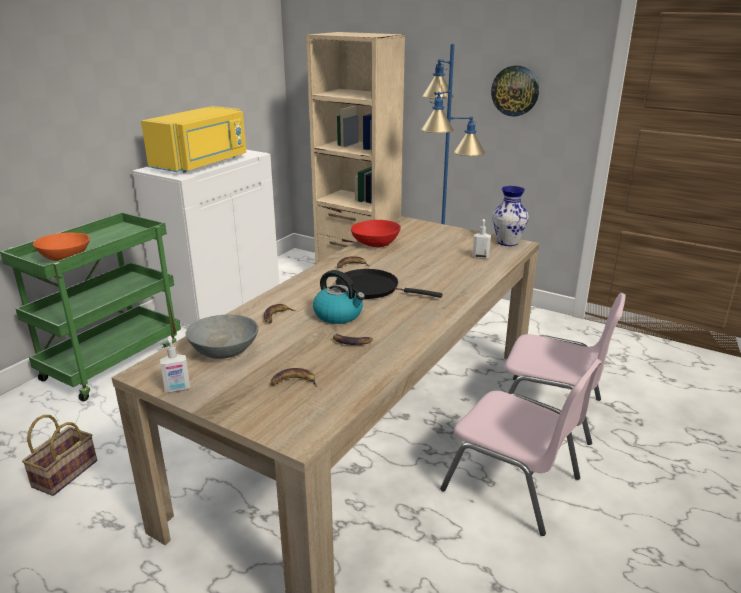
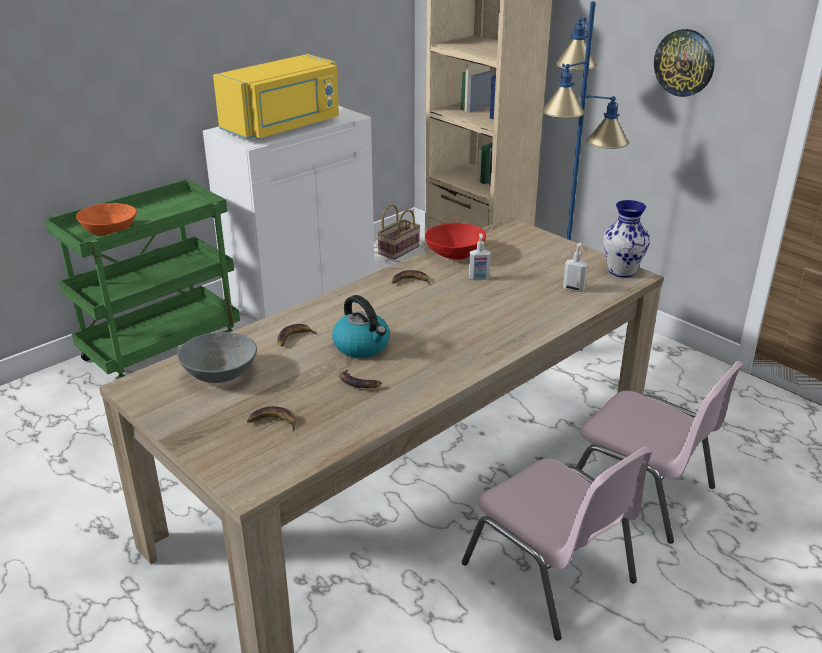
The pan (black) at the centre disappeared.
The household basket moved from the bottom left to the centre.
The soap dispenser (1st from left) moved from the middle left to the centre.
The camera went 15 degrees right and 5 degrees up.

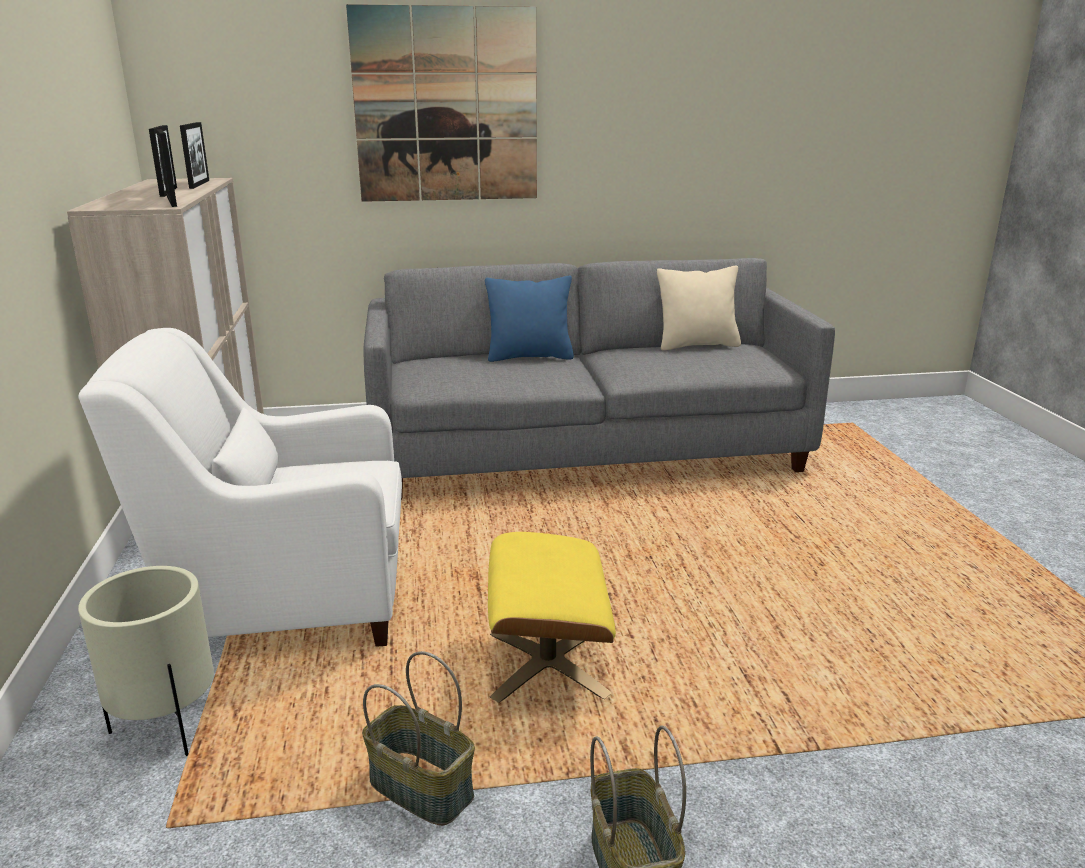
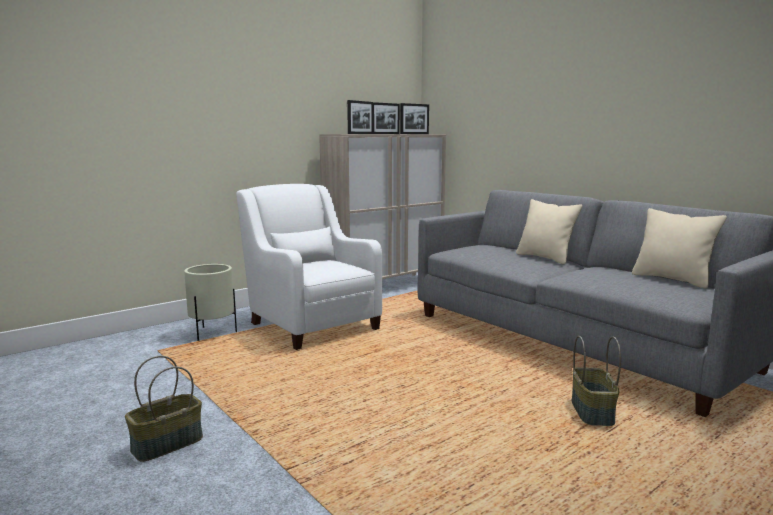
The wall picture at the top centre disappeared.
The ottoman (yellow) at the bottom centre disappeared.
The household basket (1st from left in the first image) moved from the bottom centre to the bottom right.
The pillow (blue-coloured) at the centre became the pillow (beige-coloured) (1st from left) at the middle right.
The camera went 60 degrees right and 10 degrees down.

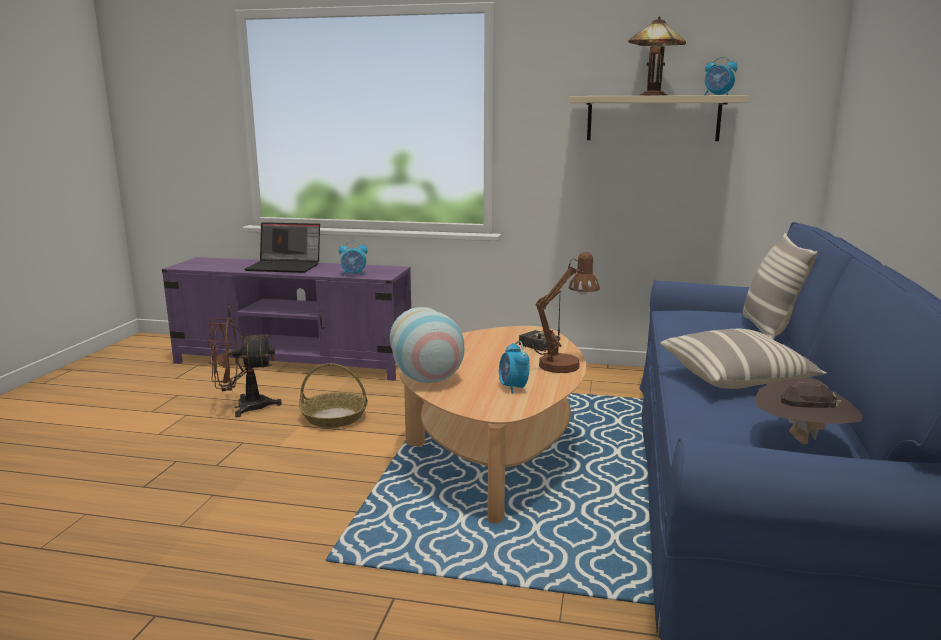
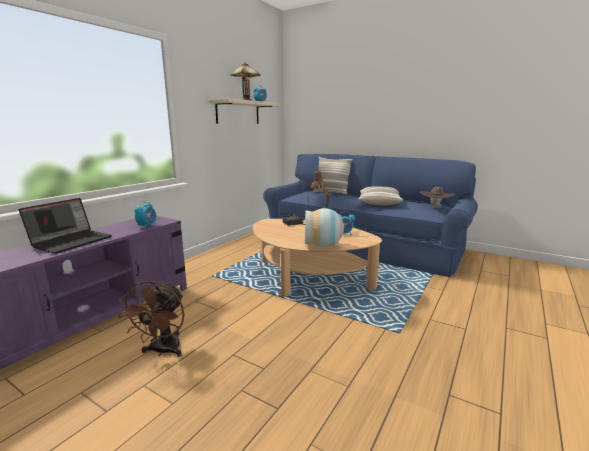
The household basket at the centre disappeared.
The camera went 70 degrees left and 0 degrees up.

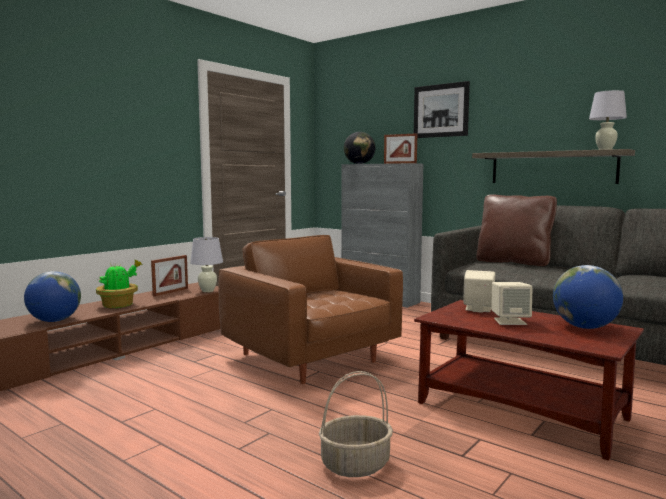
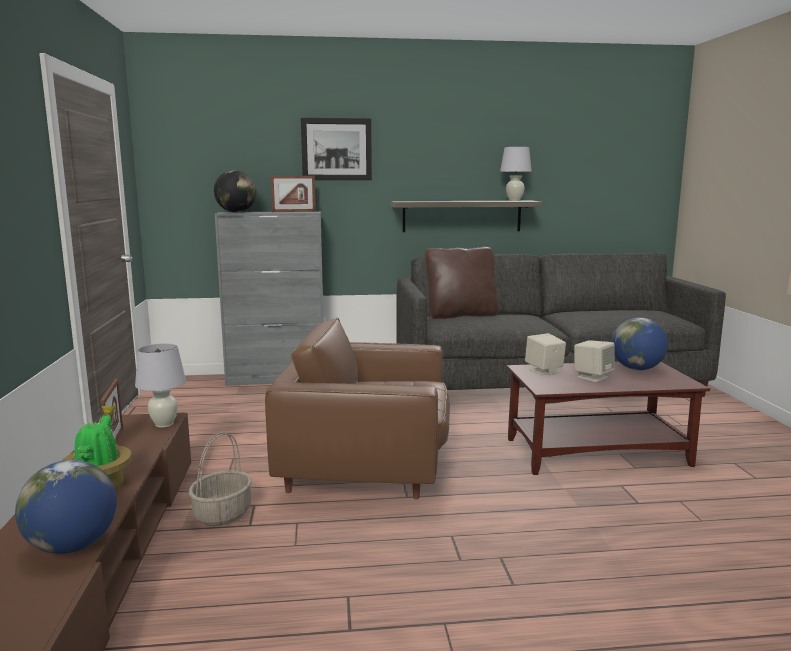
The household basket moved from the bottom centre to the bottom left.
The camera went 45 degrees left and 5 degrees up.

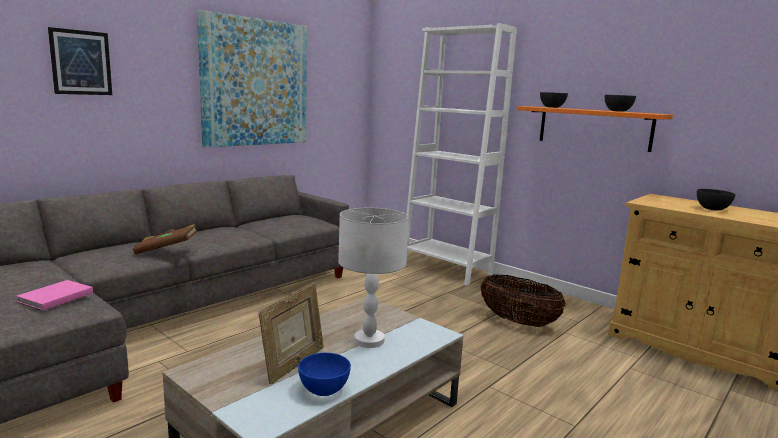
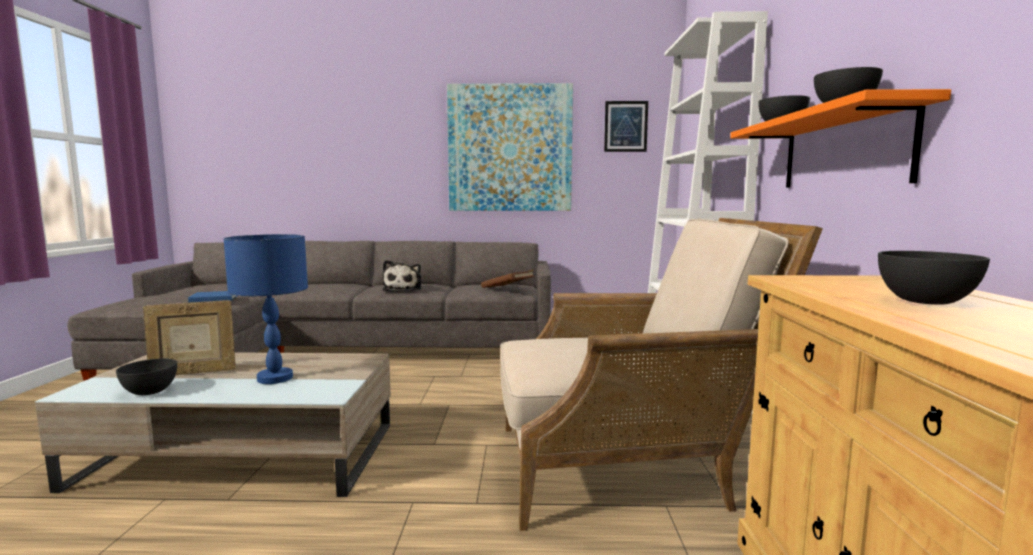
The cuddly toy at the centre appeared.
The wall picture (1st from left in the first image) moved from the top left to the top centre.
The bound book (brown) moved from the middle left to the centre.
The household basket at the bottom right was replaced by the lounge chair (beige-coloured) at the bottom centre.
The bound book (pink-coloured) at the bottom left became the bound book (blue-coloured) at the middle left.
The serving bowl (blue-coloured) at the bottom centre became the serving bowl (grey) (1st from left) at the bottom left.
The tabletop lamp (white-coloured) at the centre became the tabletop lamp (blue-coloured) at the middle left.
The camera went 50 degrees right and 5 degrees down.

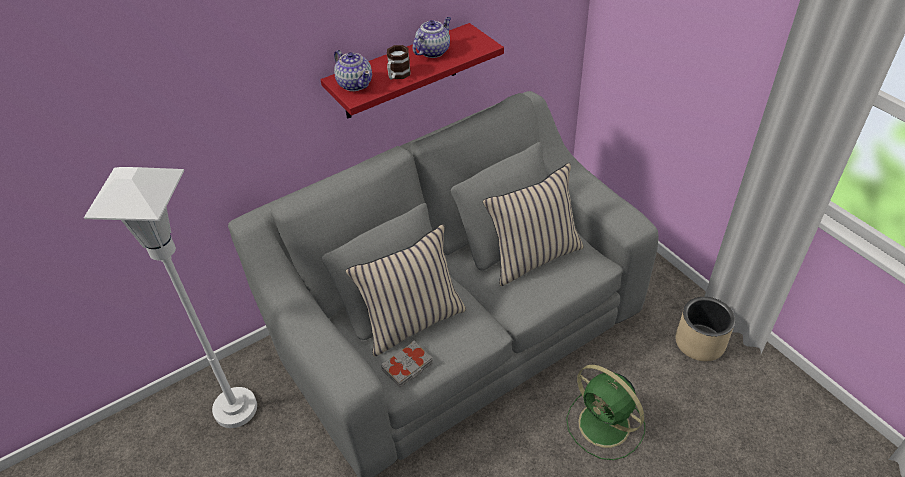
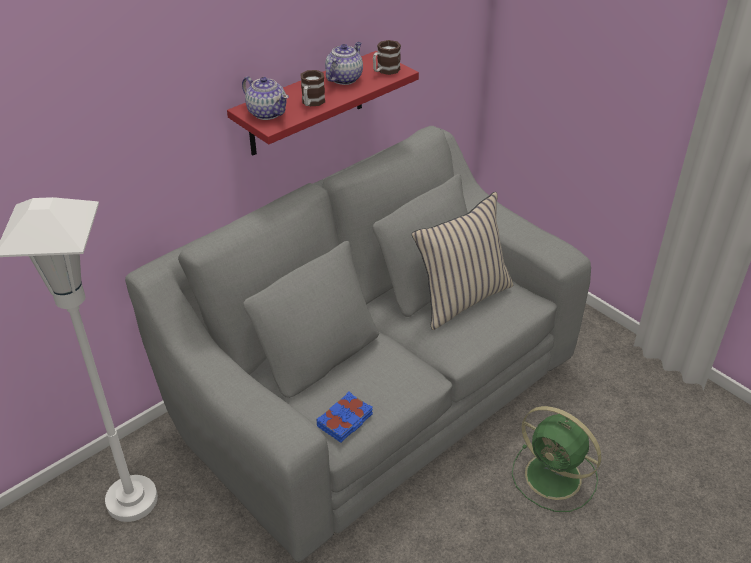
The pillow (beige-coloured) (1st from left) at the centre disappeared.
The planter (beige-coloured) at the bottom right disappeared.
The mug (2nd from left) at the top centre appeared.
The bound book (grey) at the bottom centre became the bound book (blue-coloured) at the bottom centre.
The camera went 10 degrees left and 5 degrees down.

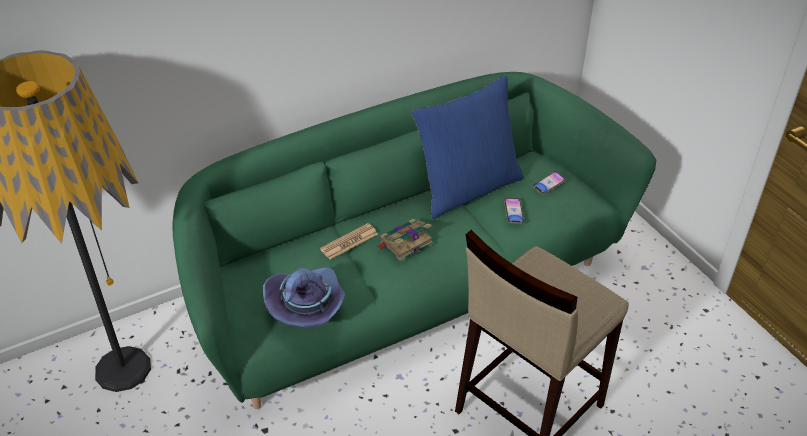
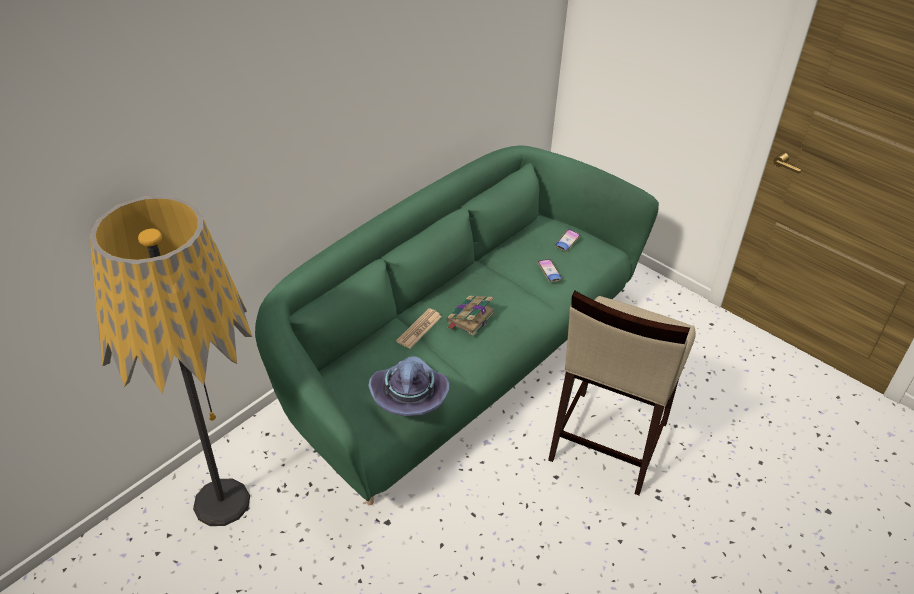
The pillow (blue-coloured) at the centre disappeared.
The camera went 20 degrees left and 0 degrees up.

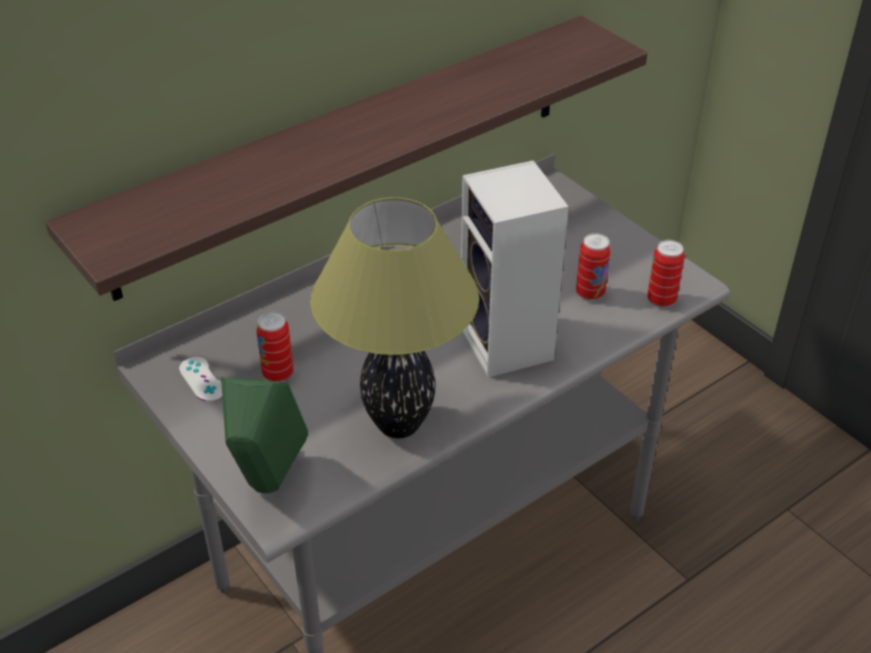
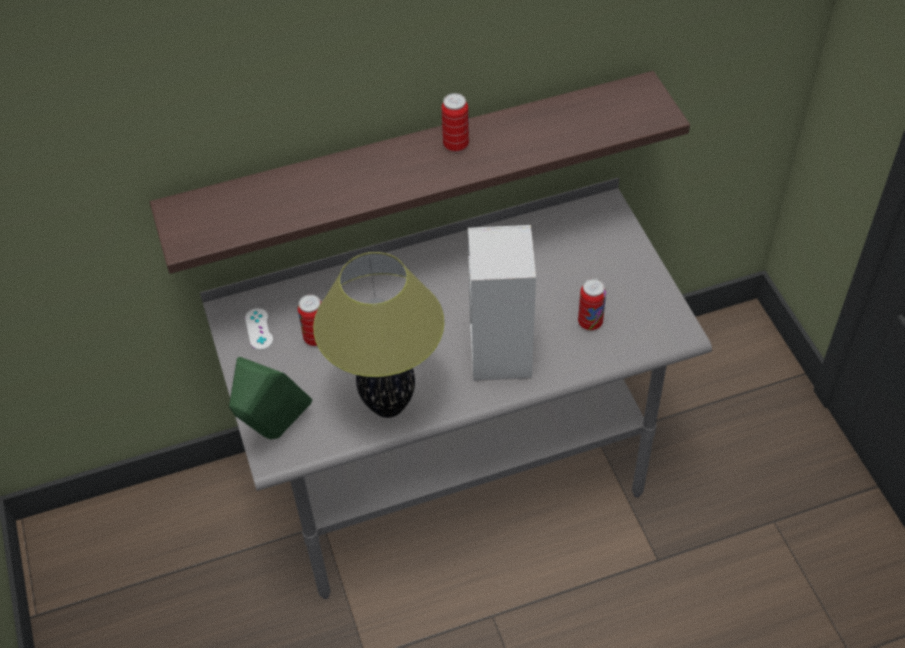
The metal can (3rd from left in the first image) moved from the middle right to the top centre.
The camera went 20 degrees right and 10 degrees up.

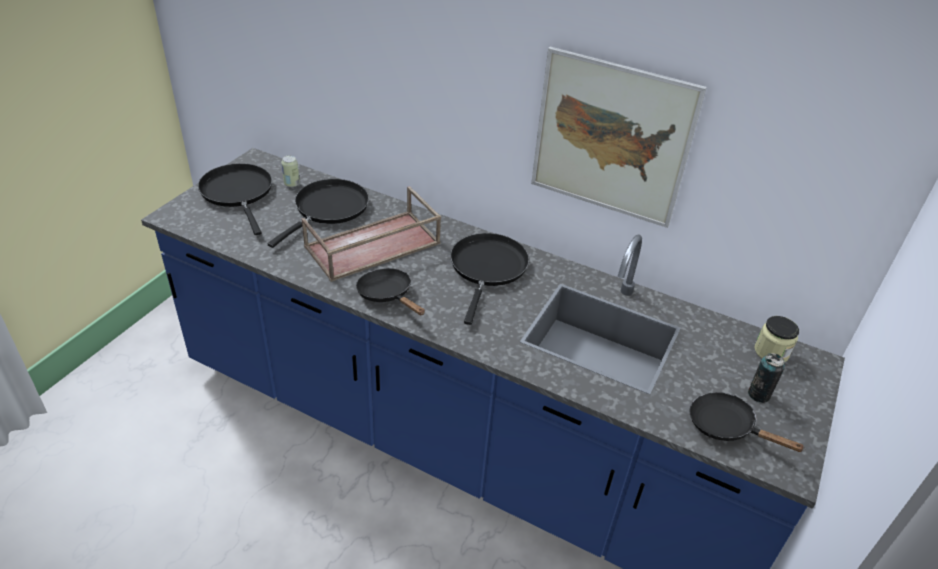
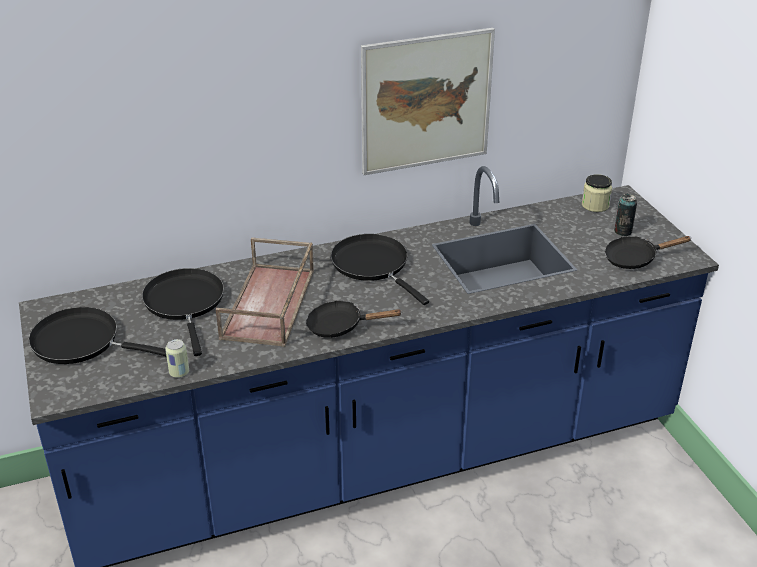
The metal can (1st from left) moved from the top left to the middle left.
The camera went 45 degrees left and 5 degrees down.

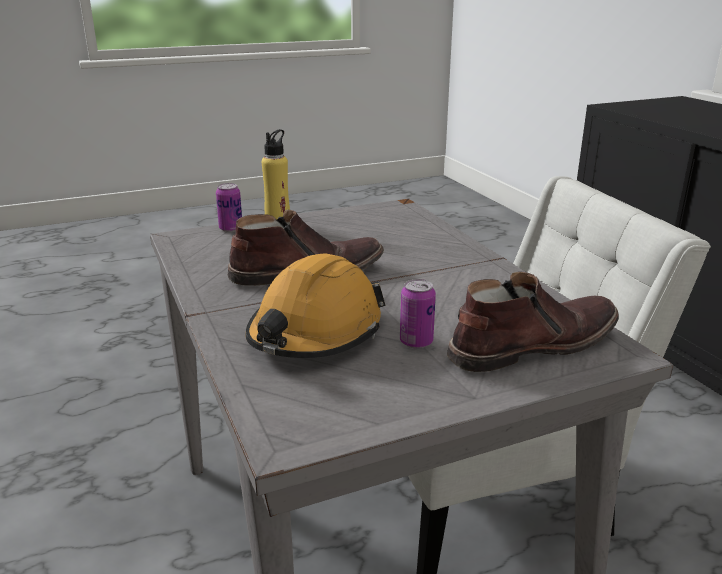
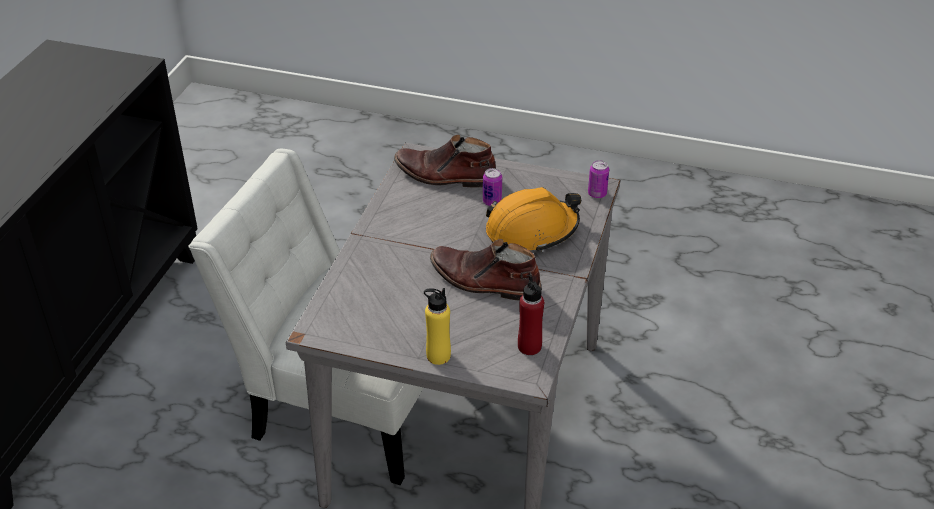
The bottle (red) at the centre appeared.
The metal can (1st from left in the first image) moved from the middle left to the centre.
The camera went 140 degrees left and 15 degrees up.

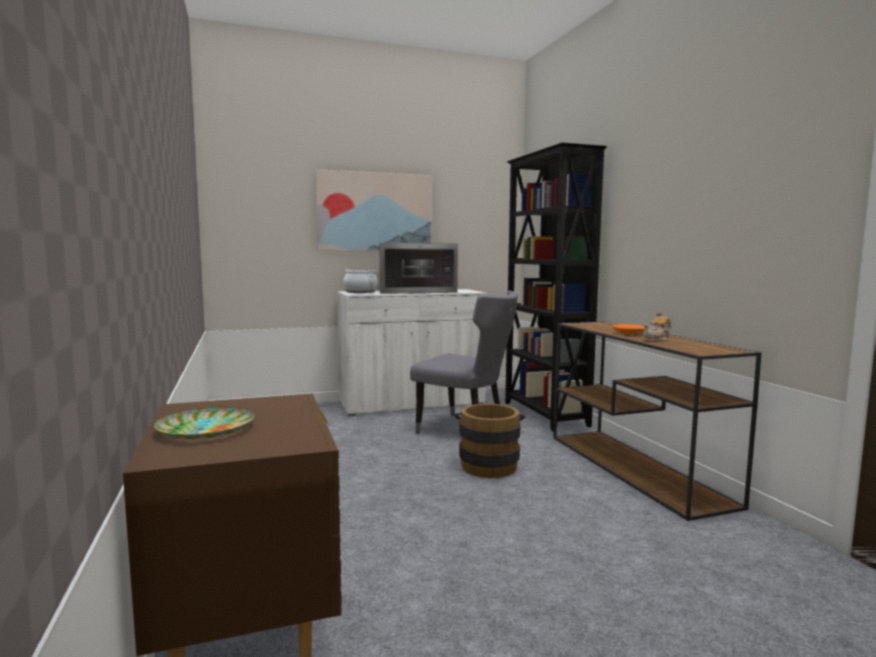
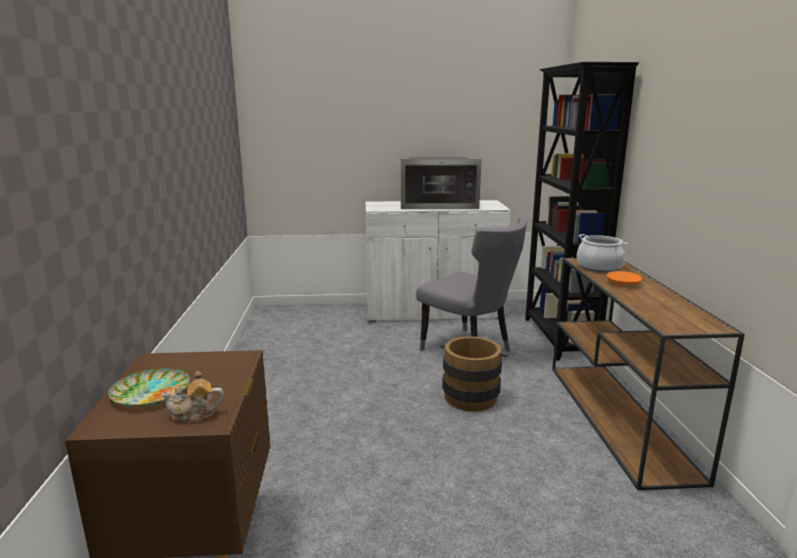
The wall picture at the top centre disappeared.
The saucepot moved from the centre to the middle right.
The teapot moved from the middle right to the bottom left.
The camera went 15 degrees right and 10 degrees up.

